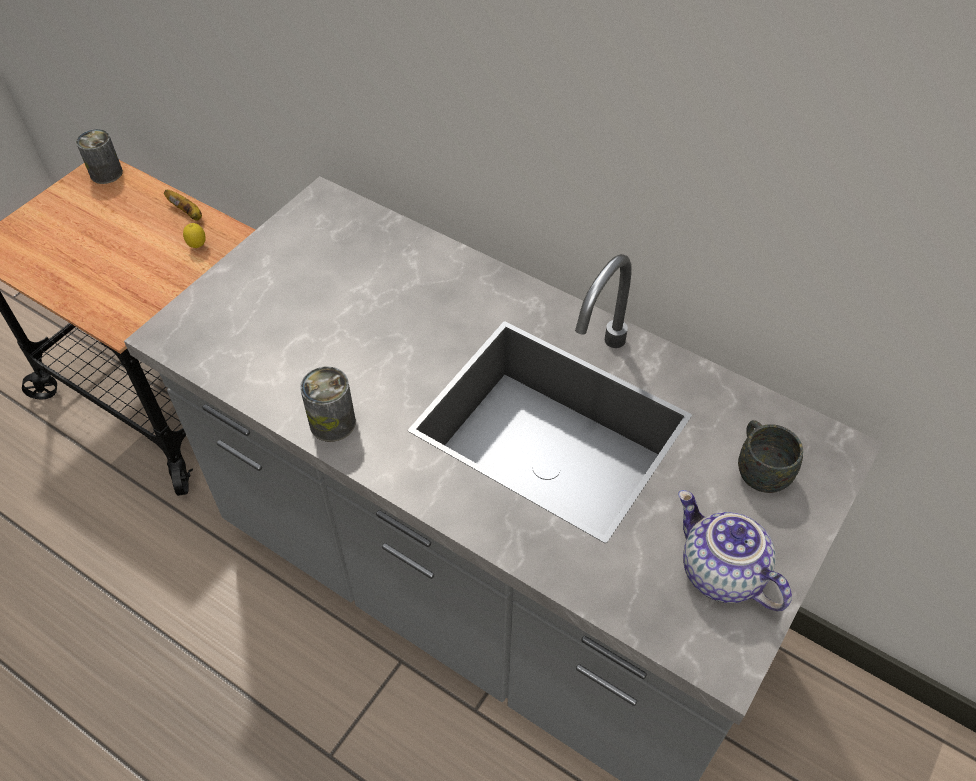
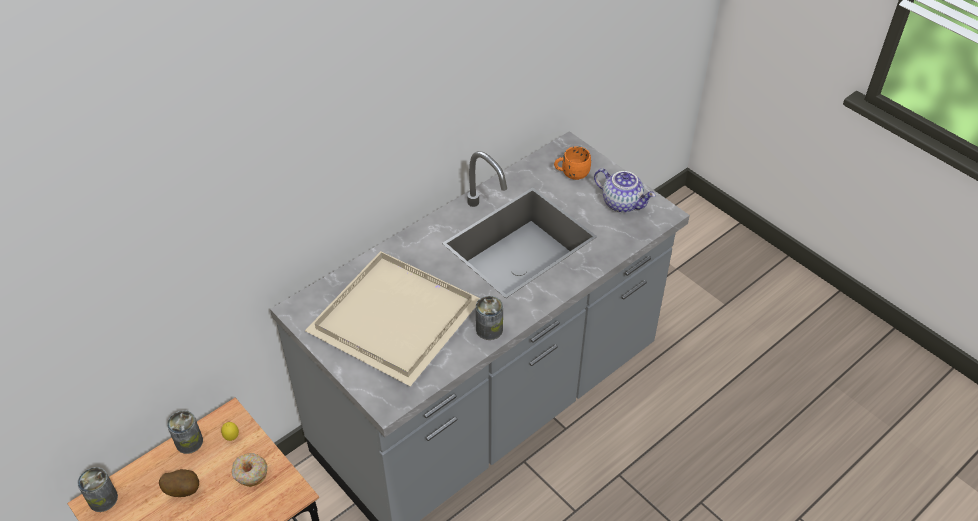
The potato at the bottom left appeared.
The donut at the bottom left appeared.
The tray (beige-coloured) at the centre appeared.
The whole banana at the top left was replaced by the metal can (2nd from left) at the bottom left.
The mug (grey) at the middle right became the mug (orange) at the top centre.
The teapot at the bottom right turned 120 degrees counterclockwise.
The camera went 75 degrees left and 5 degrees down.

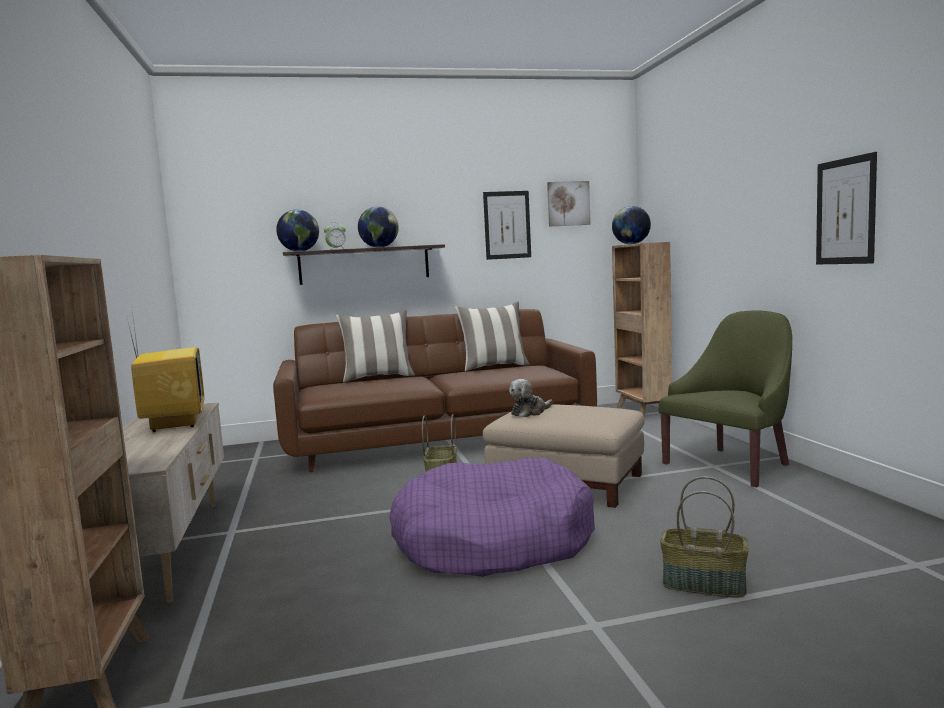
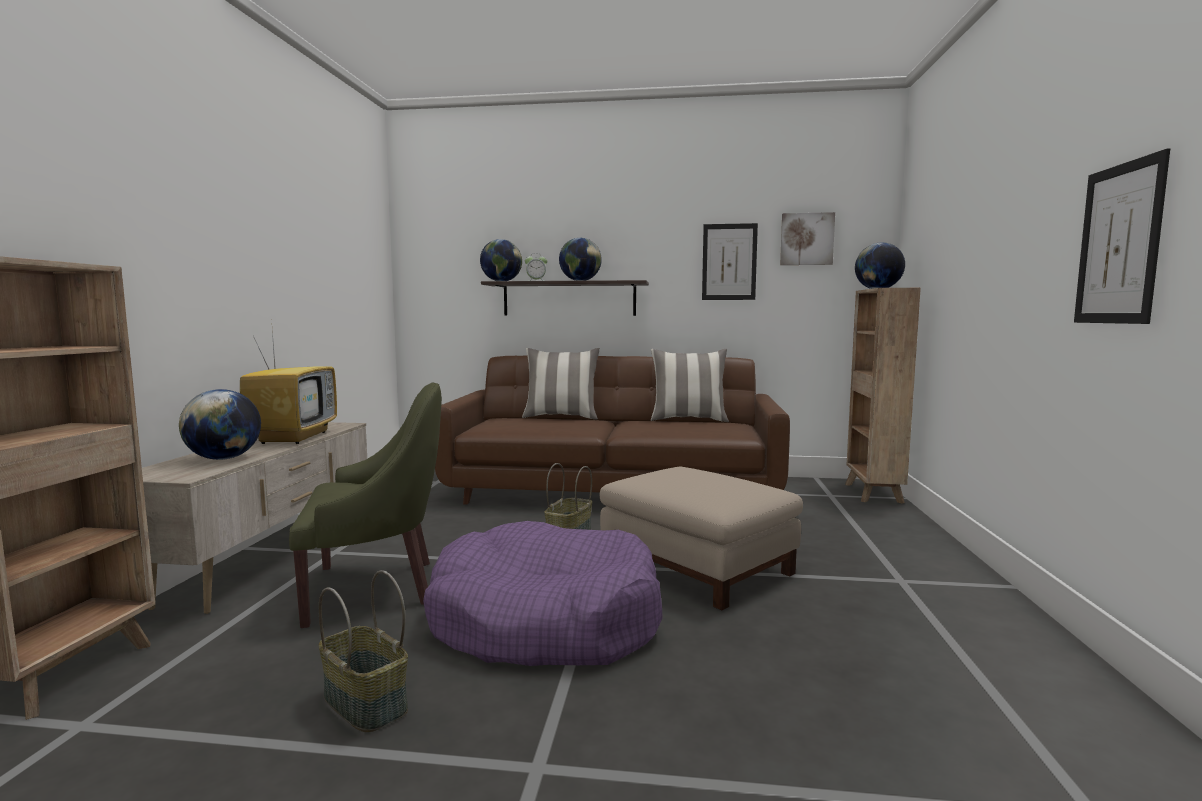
The cuddly toy at the centre disappeared.
The globe (1st from left) at the middle left appeared.
The lounge chair (green-coloured) moved from the middle right to the middle left.
The household basket (2nd from left in the first image) moved from the bottom right to the bottom left.
The camera went 20 degrees right and 0 degrees up.

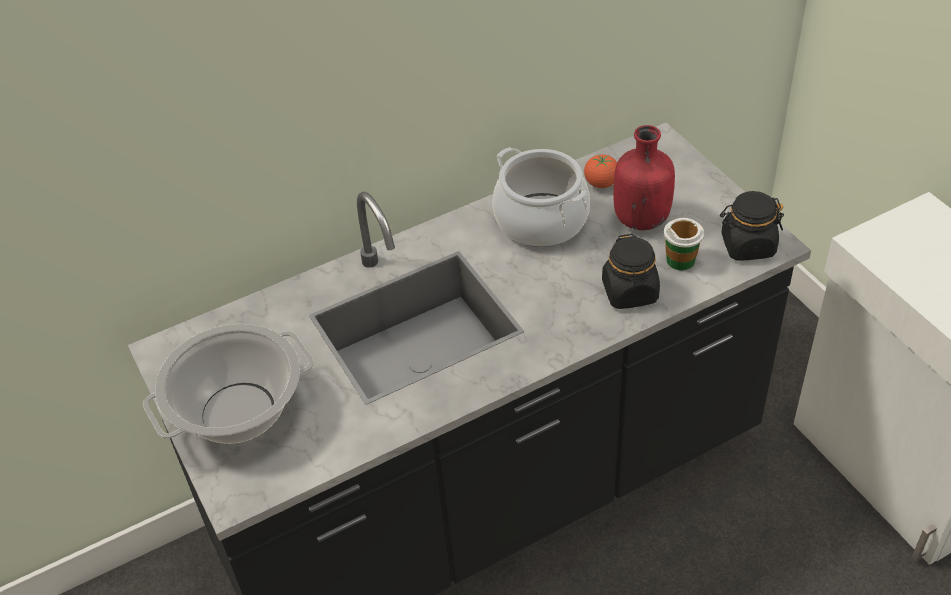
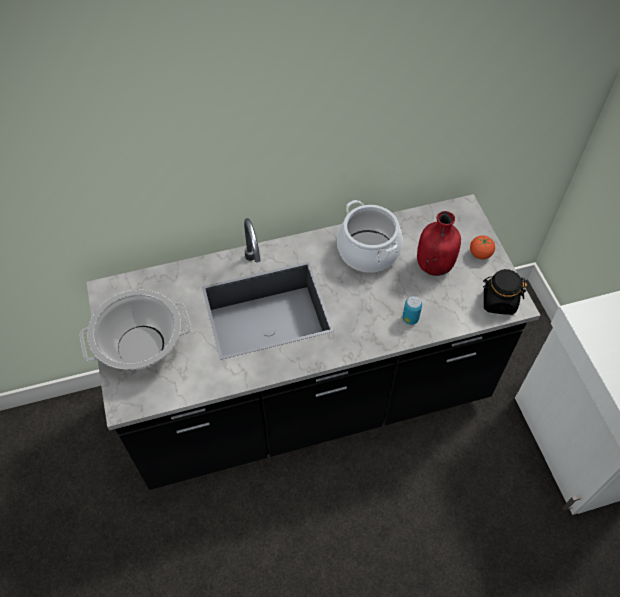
The small cup at the middle right disappeared.
The whole tomato moved from the top centre to the middle right.
The preserve jar (black) (1st from left) at the centre was replaced by the metal can at the centre.
The camera went 10 degrees right and 10 degrees up.

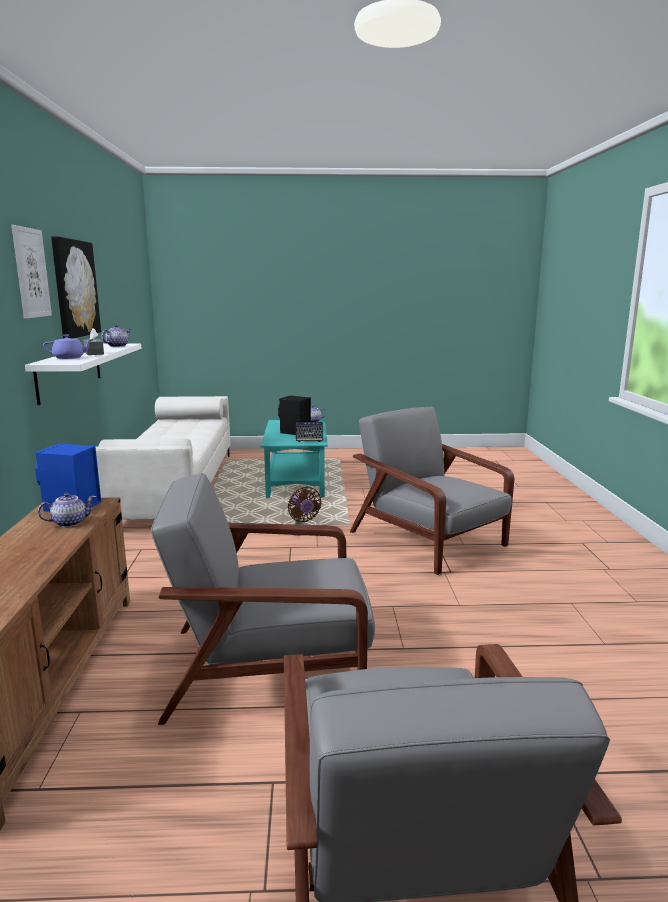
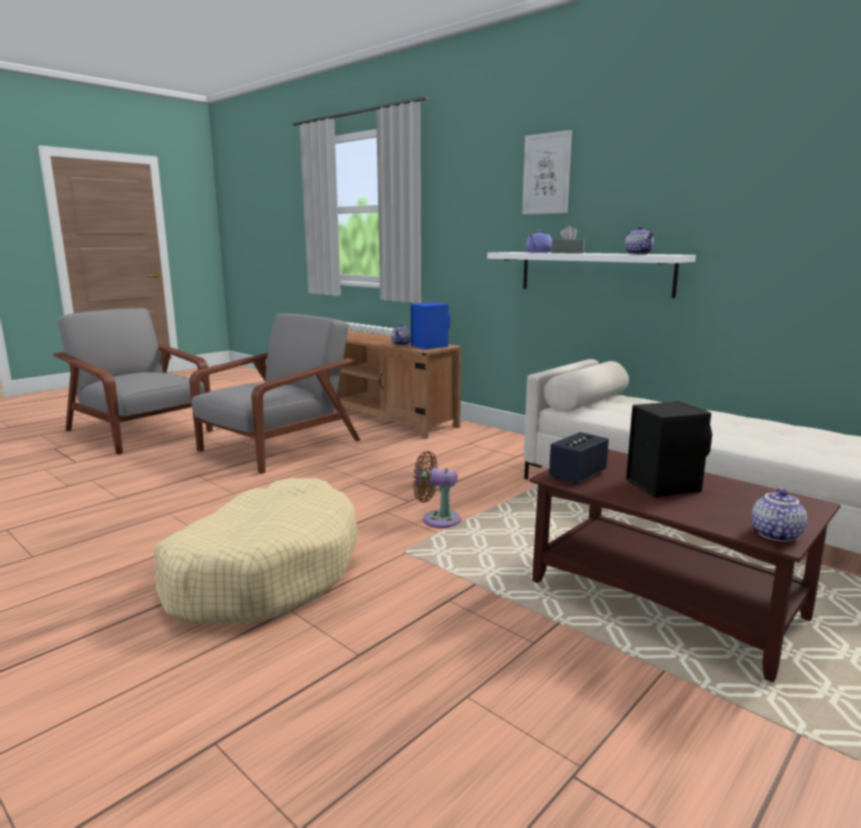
The wall picture (2nd from left) at the top left disappeared.
The lounge chair (grey) (2nd from left) at the centre was replaced by the dog bed (beige-coloured) at the middle left.
The low table (turquoise) at the centre became the low table (brown) at the bottom right.
The camera went 135 degrees right and 0 degrees up.

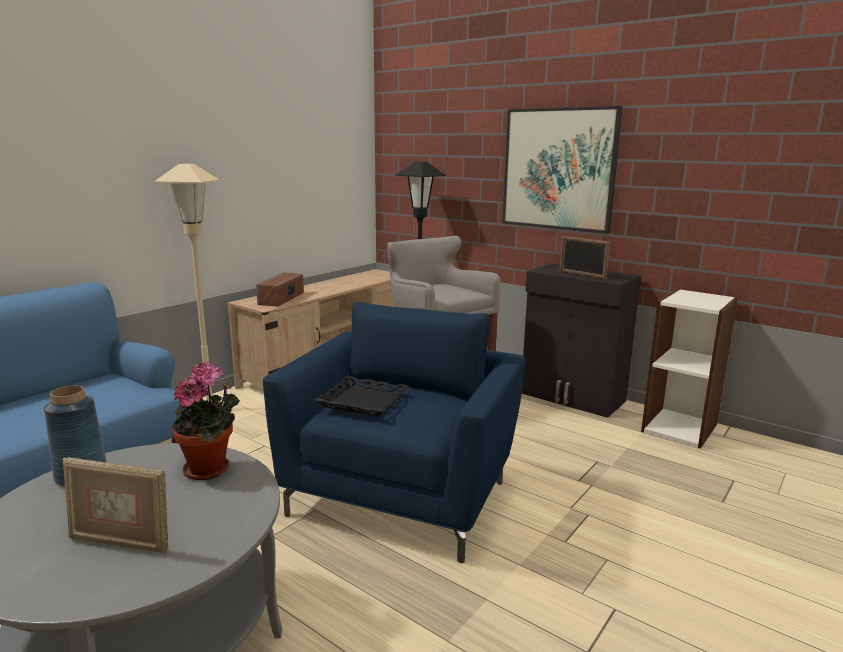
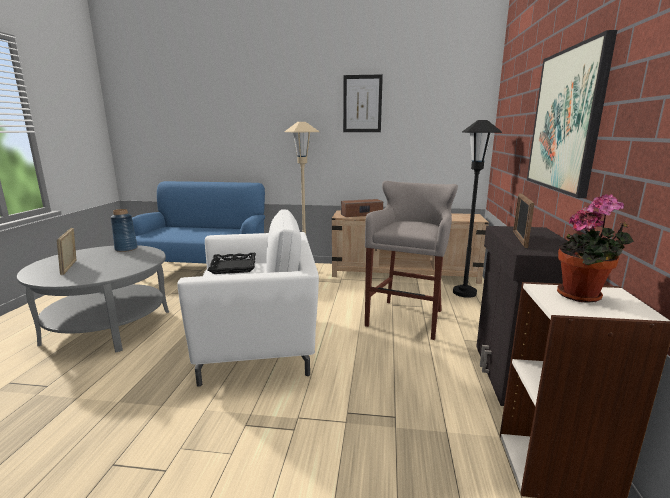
The wall picture (1st from left) at the top centre appeared.
The houseplant moved from the middle left to the middle right.
The lounge chair (blue-coloured) at the centre became the lounge chair (white-coloured) at the centre.
The camera went 60 degrees right and 0 degrees up.

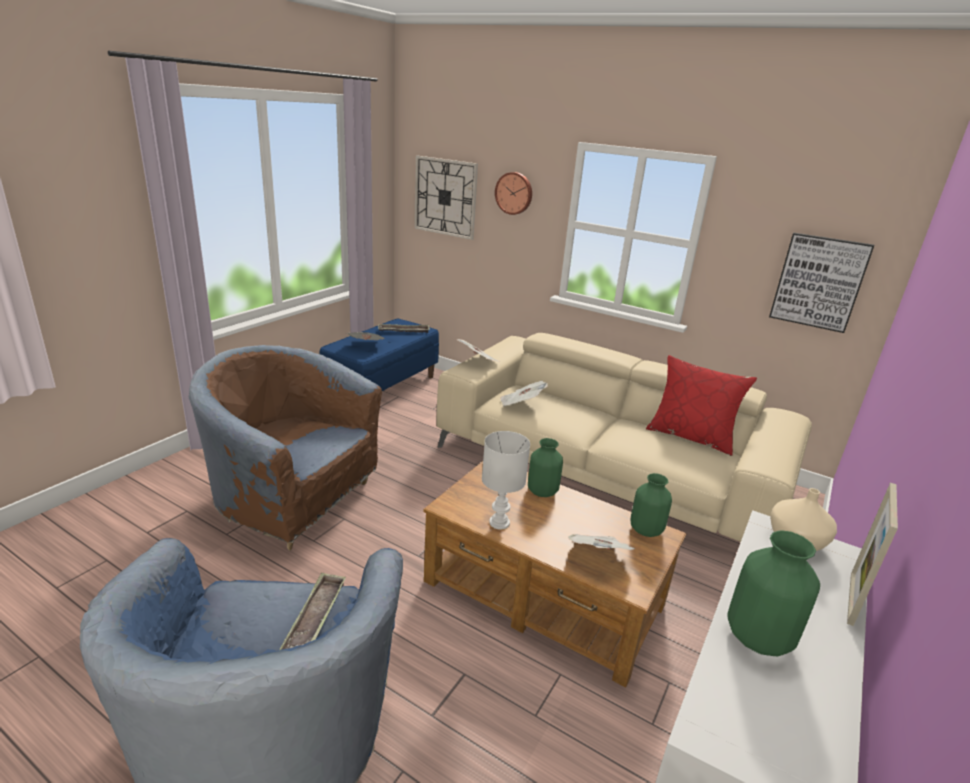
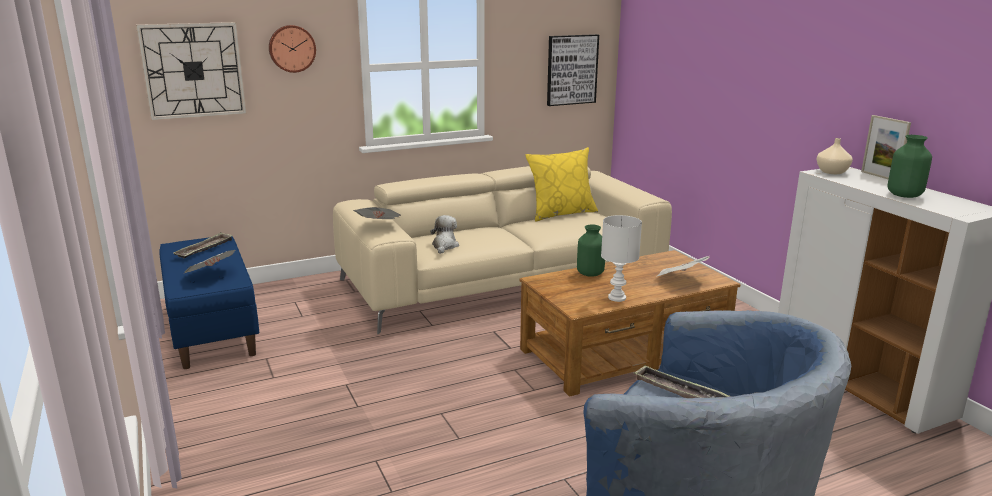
The lounge chair (brown) at the middle left disappeared.
The vase (green-coloured) (2nd from left) at the middle right disappeared.
The daily paper (3rd from left) at the centre was replaced by the cuddly toy at the centre.
The pillow (red) at the middle right became the pillow (yellow) at the centre.
The camera went 55 degrees left and 5 degrees down.

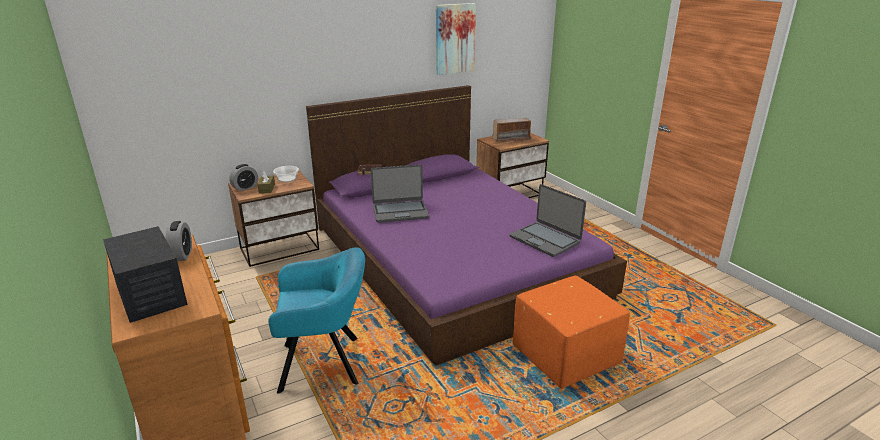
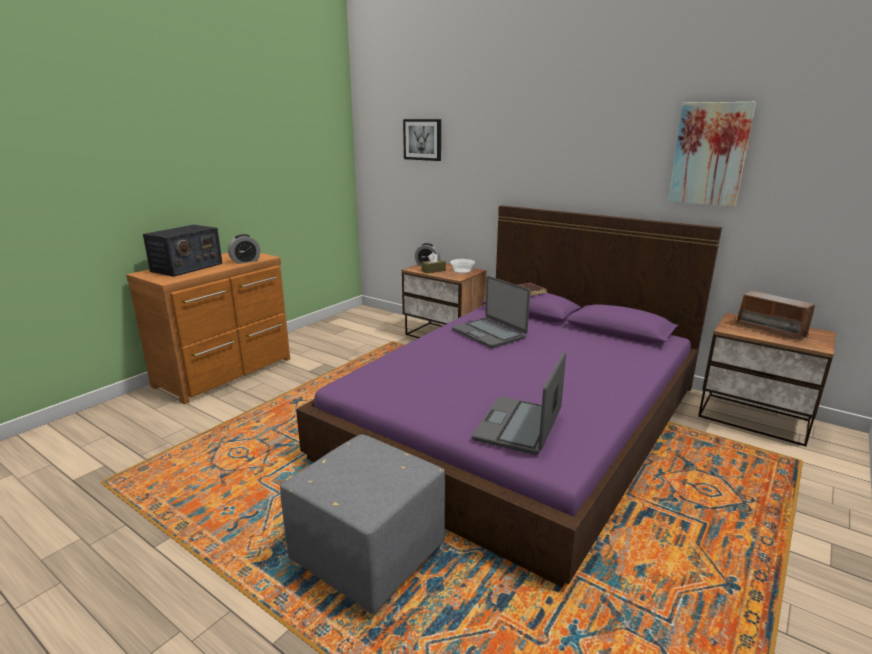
The lounge chair (turquoise) at the bottom centre disappeared.
The wall picture (1st from left) at the top centre appeared.
The ottoman (orange) at the bottom centre became the ottoman (grey) at the bottom centre.
The camera went 65 degrees right and 5 degrees down.

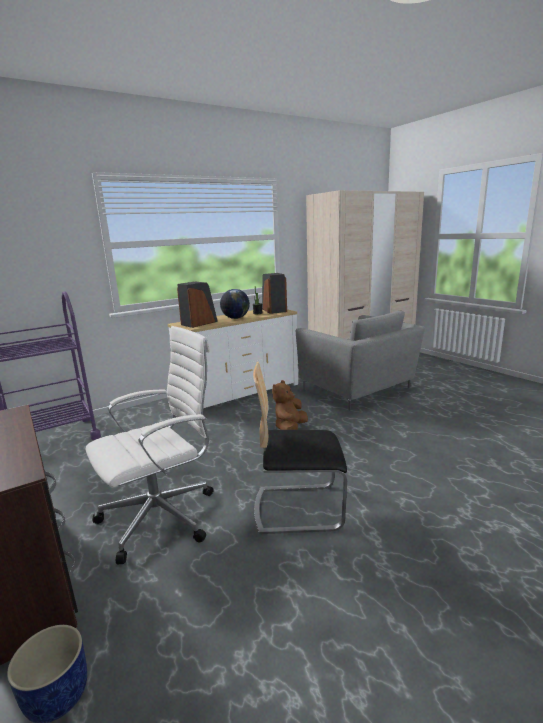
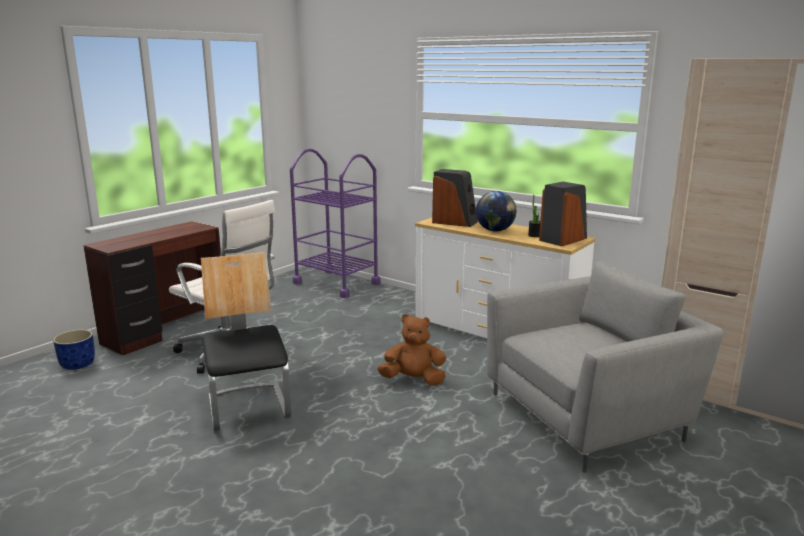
The lounge chair (grey) at the centre turned 150 degrees counterclockwise.
The camera went 70 degrees right and 0 degrees up.

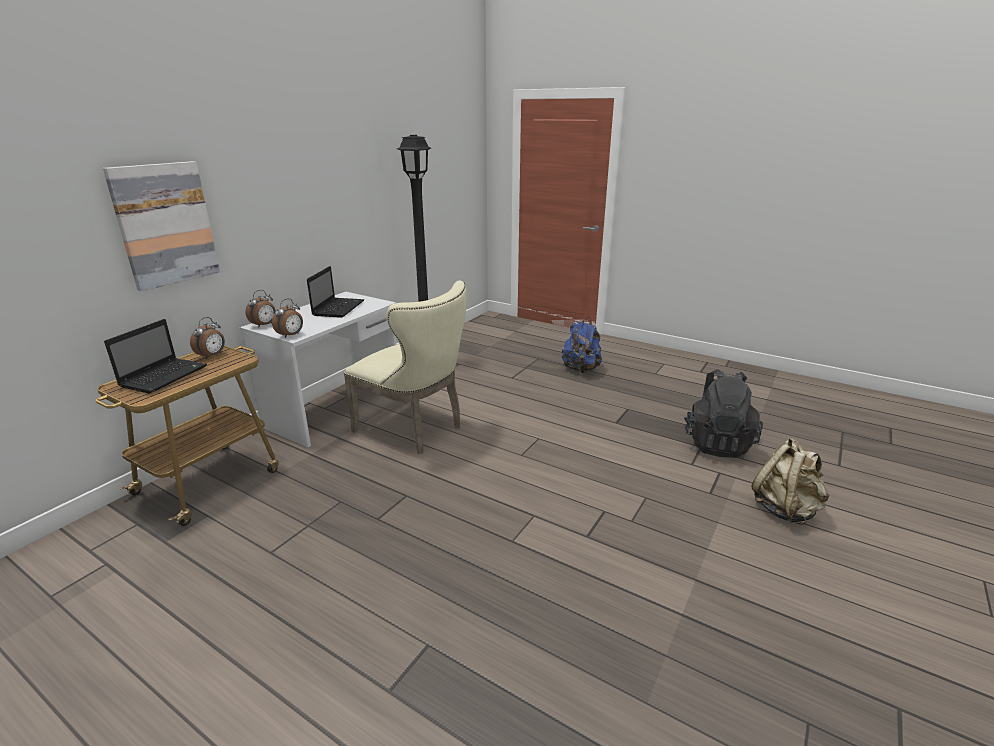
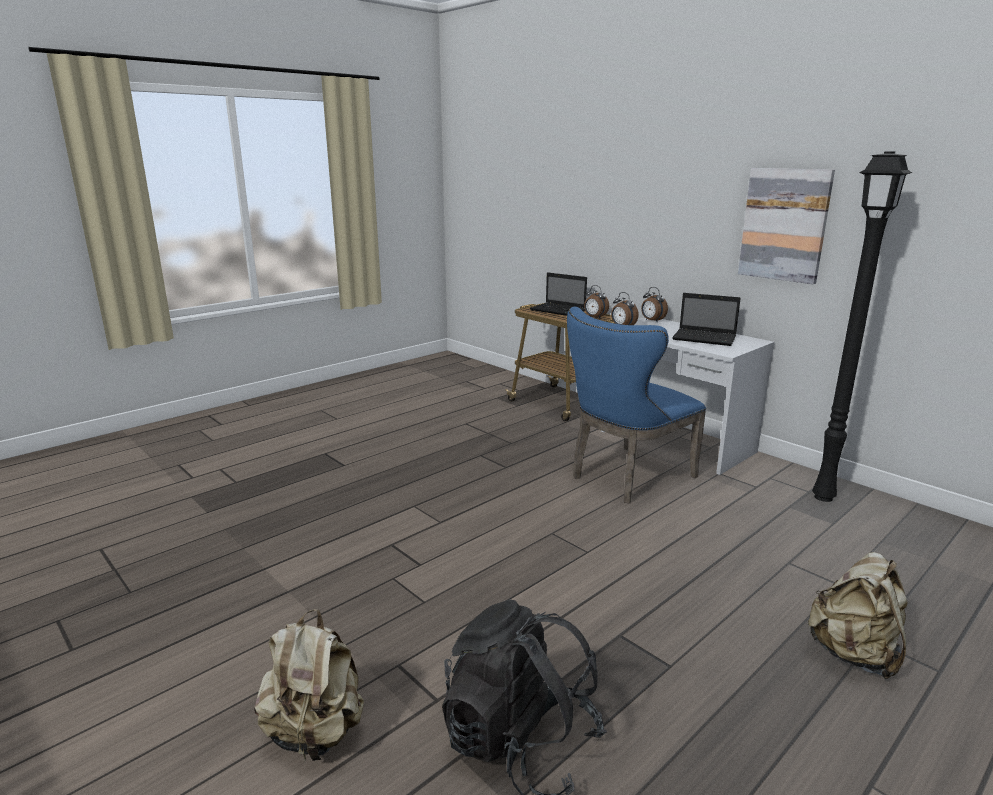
The wall picture moved from the top left to the top right.
The plain chair (beige-coloured) at the centre became the plain chair (blue-coloured) at the centre.
The backpack (blue-coloured) at the centre became the backpack (beige-coloured) (2nd from left) at the bottom right.
The camera went 105 degrees right and 5 degrees down.

